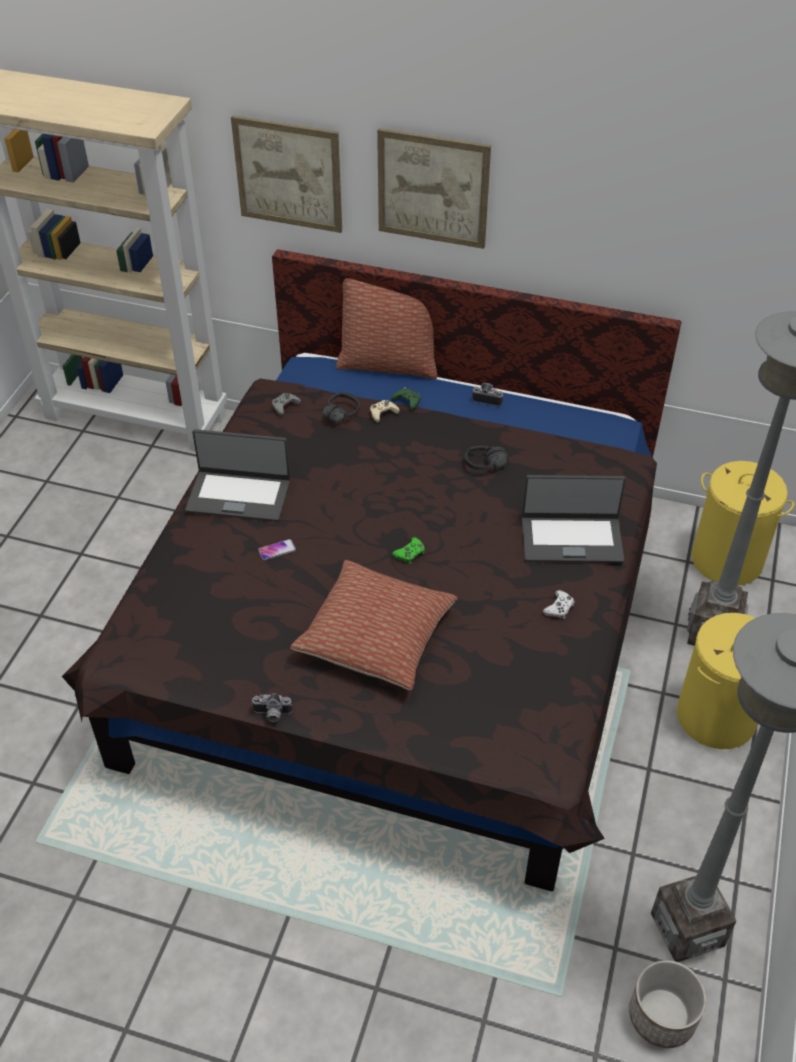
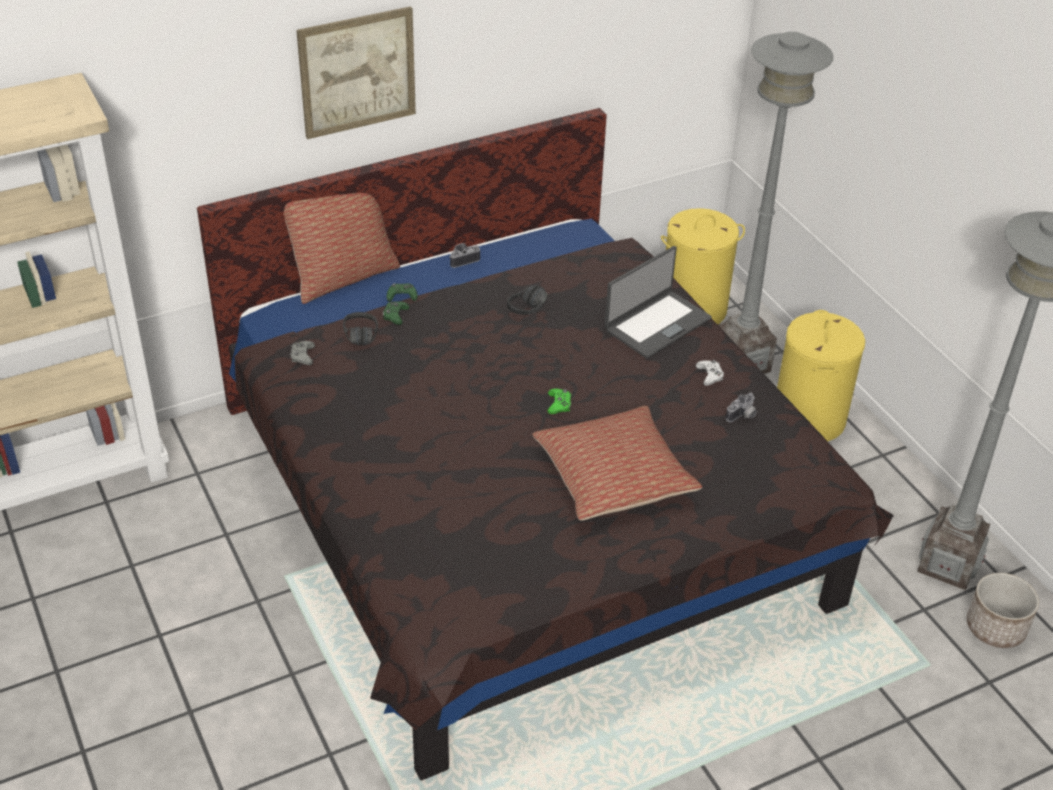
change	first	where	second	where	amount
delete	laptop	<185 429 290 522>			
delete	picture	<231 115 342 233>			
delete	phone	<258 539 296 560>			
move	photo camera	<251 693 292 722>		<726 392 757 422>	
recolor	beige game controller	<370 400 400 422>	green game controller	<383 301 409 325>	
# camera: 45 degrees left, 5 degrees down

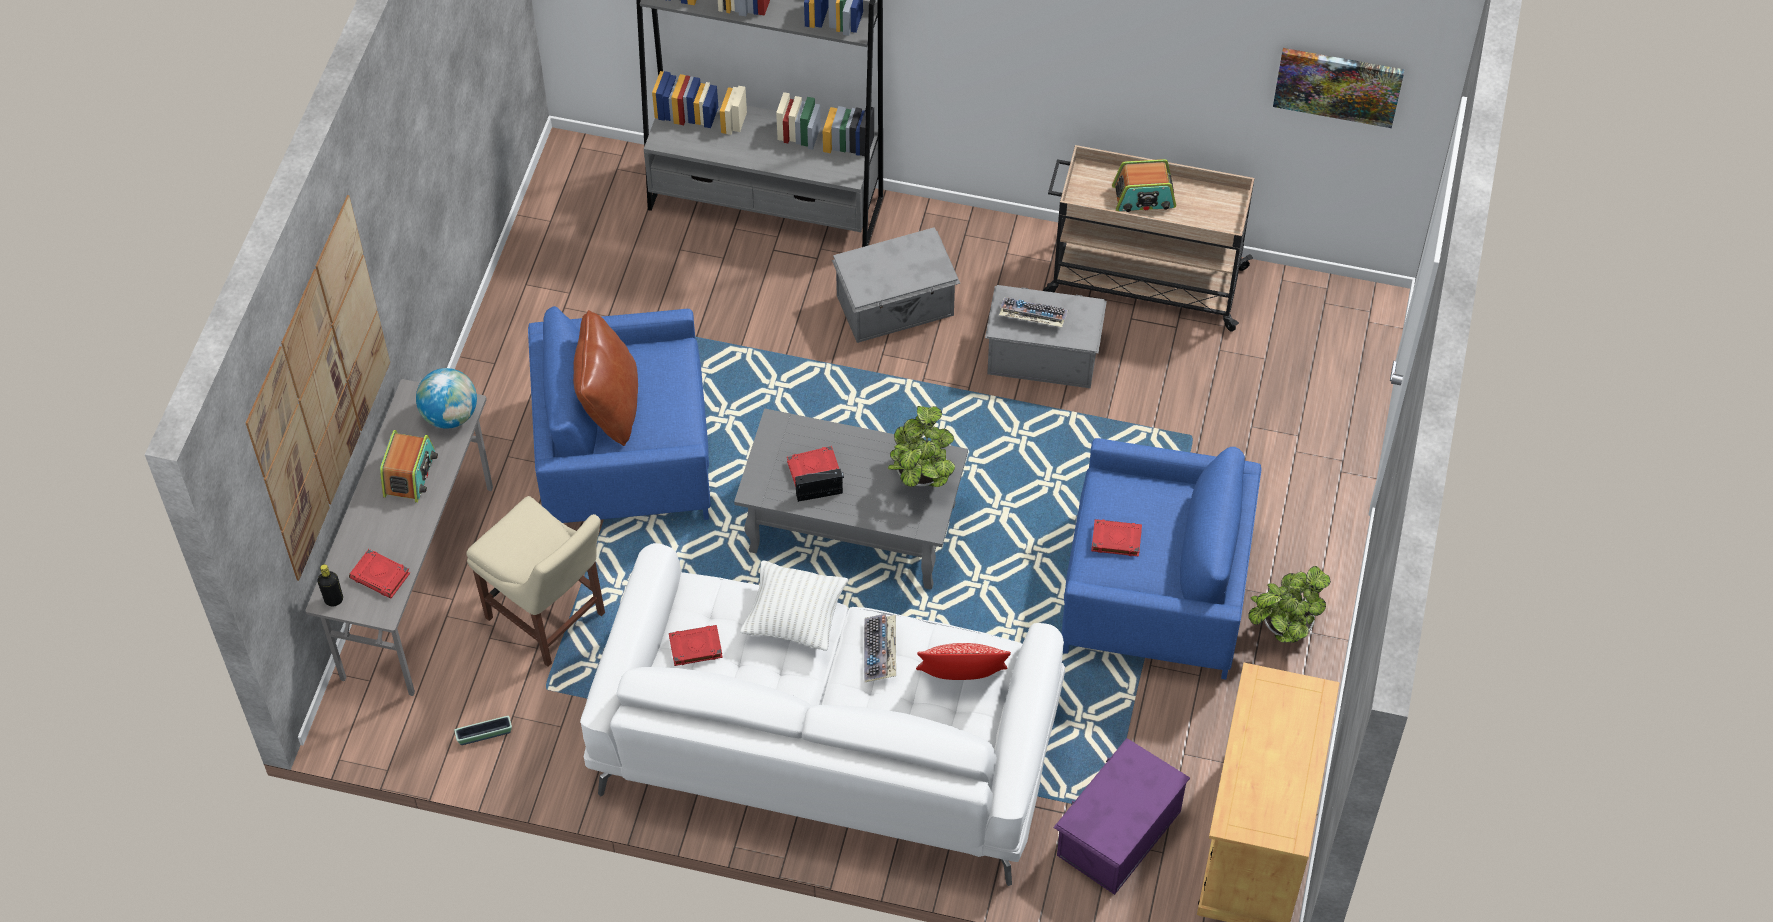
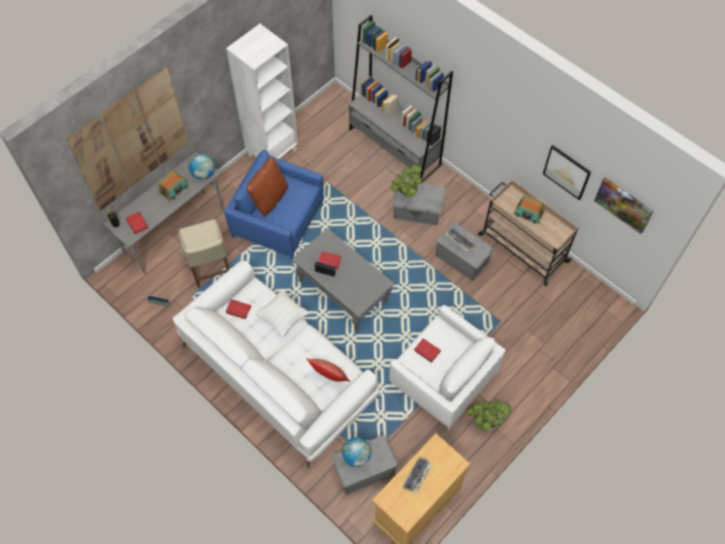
change	first	where	second	where	amount
insert			white bookcase	<226 24 298 159>	
insert			globe	<342 437 371 467>	
insert			picture	<543 145 591 200>	
move	keyboard	<864 614 896 682>		<402 457 433 494>	
move	potted plant	<888 406 955 487>		<391 164 422 198>	
recolor	purple storage box	<1053 738 1190 895>	grey storage box	<331 435 398 495>	
recolor	blue armchair	<1061 438 1261 679>	white armchair	<389 305 506 430>	
# camera: 30 degrees right, 5 degrees up

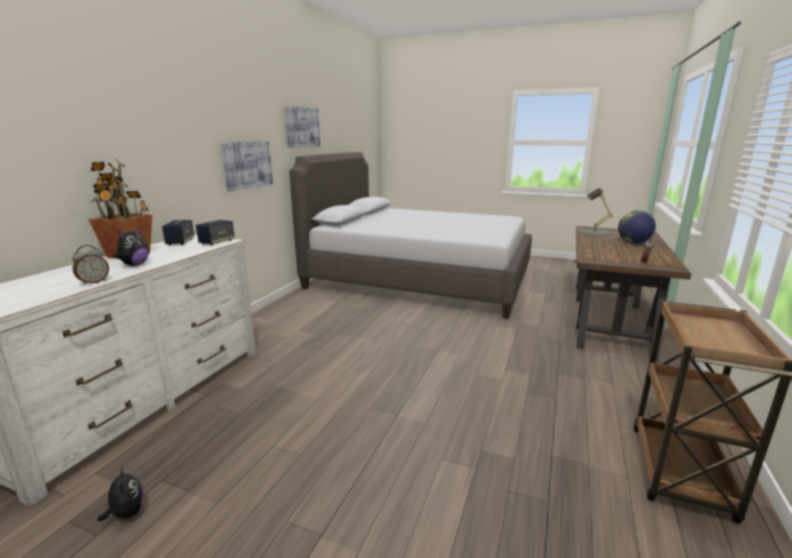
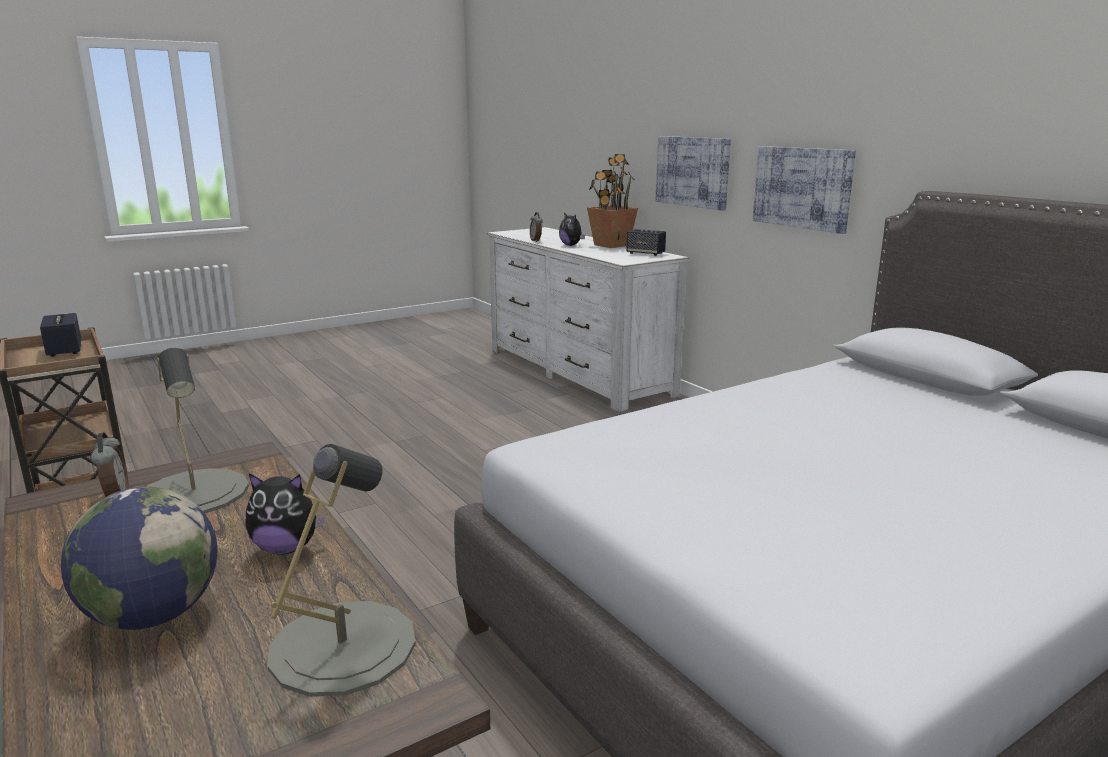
change	first	where	second	where	amount
insert			grey table lamp	<147 348 249 513>	
move	plush toy	<97 466 145 522>		<245 473 327 555>	
move	speaker	<196 220 235 245>		<40 313 81 357>	
move	picture	<284 106 320 148>		<656 136 731 211>	
# camera: 125 degrees right, 0 degrees up

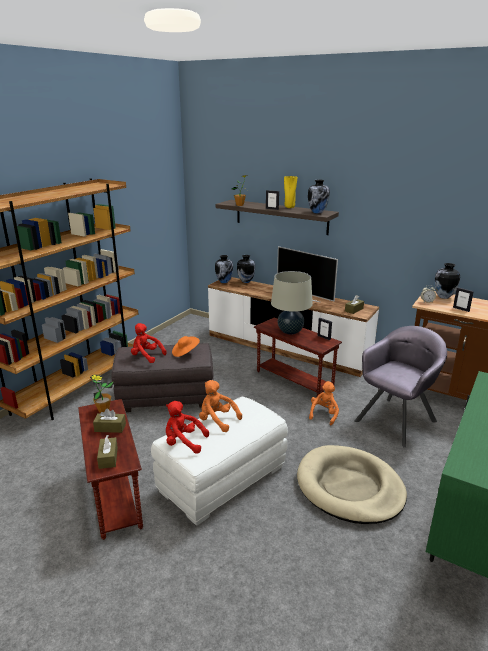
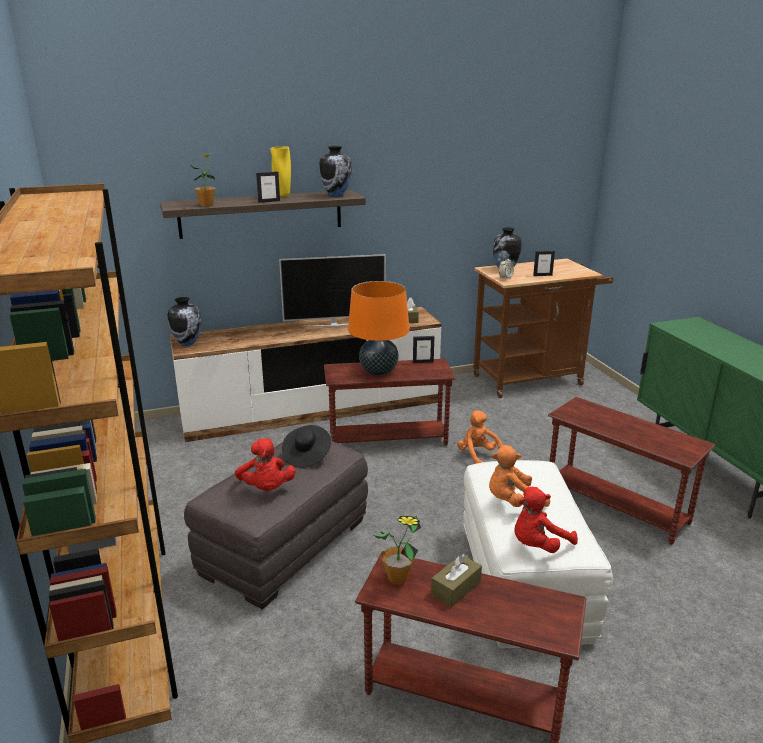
change	first	where	second	where	amount
delete	brown tissue box	<97 435 118 469>			
delete	vase	<237 255 255 283>			
delete	grey armchair	<355 326 447 448>			
replace	beige dog bed	<297 445 407 524>	brown side table	<548 397 715 544>	
recolor	orange hat	<172 336 200 357>	black hat	<282 425 331 468>	
recolor	beige table lamp	<271 271 313 335>	orange table lamp	<348 281 410 375>	
rotate	red plush toy	<131 323 167 363>		<235 438 296 491>	90 degrees counterclockwise
# camera: 50 degrees left, 0 degrees up

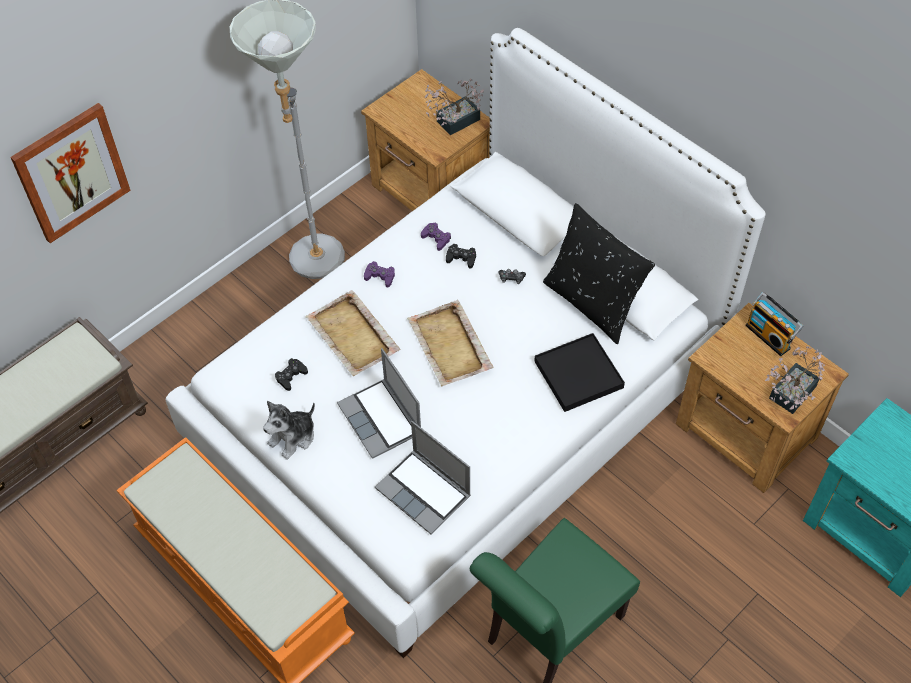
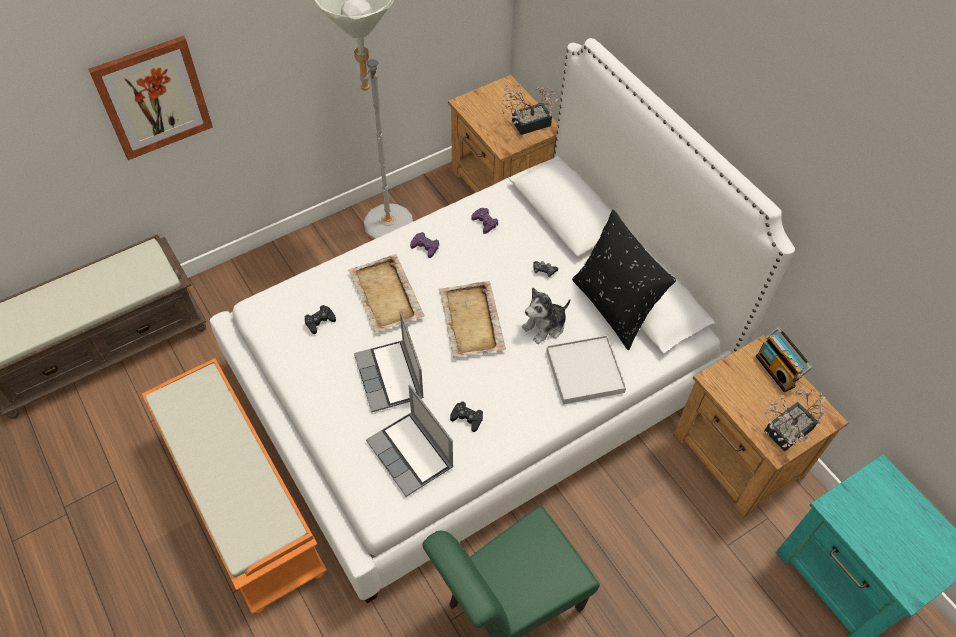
change	first	where	second	where	amount
move	plush toy	<263 401 315 460>		<522 287 571 344>	
move	black game controller	<446 244 476 268>		<450 401 483 432>	
recolor	black tray	<534 333 625 412>	white tray	<546 335 626 404>	
# camera: 10 degrees right, 0 degrees up

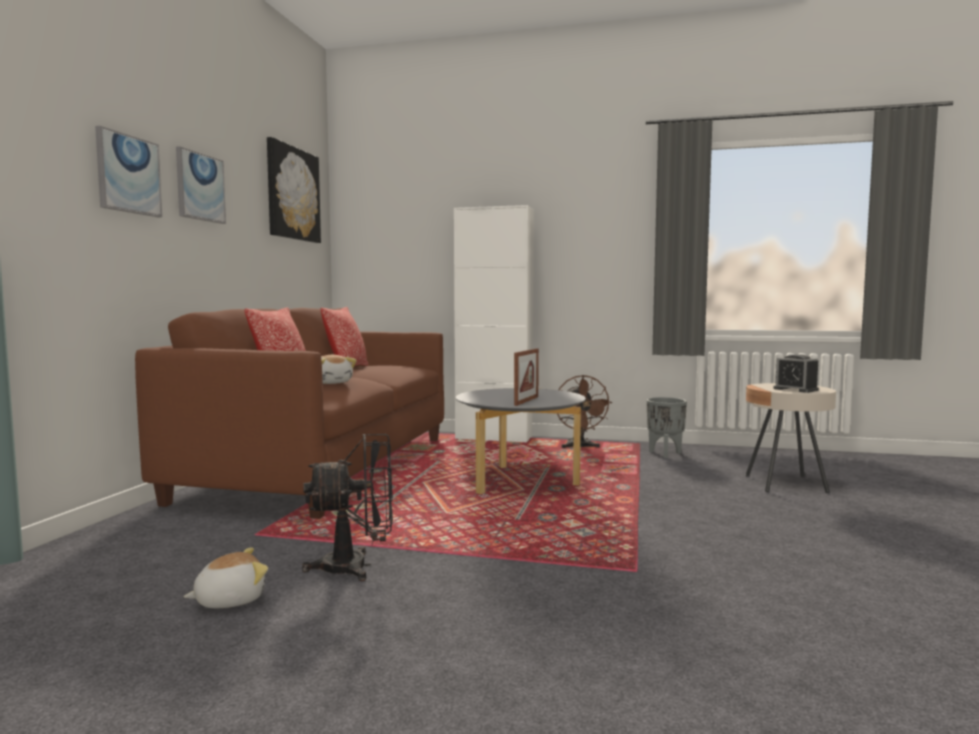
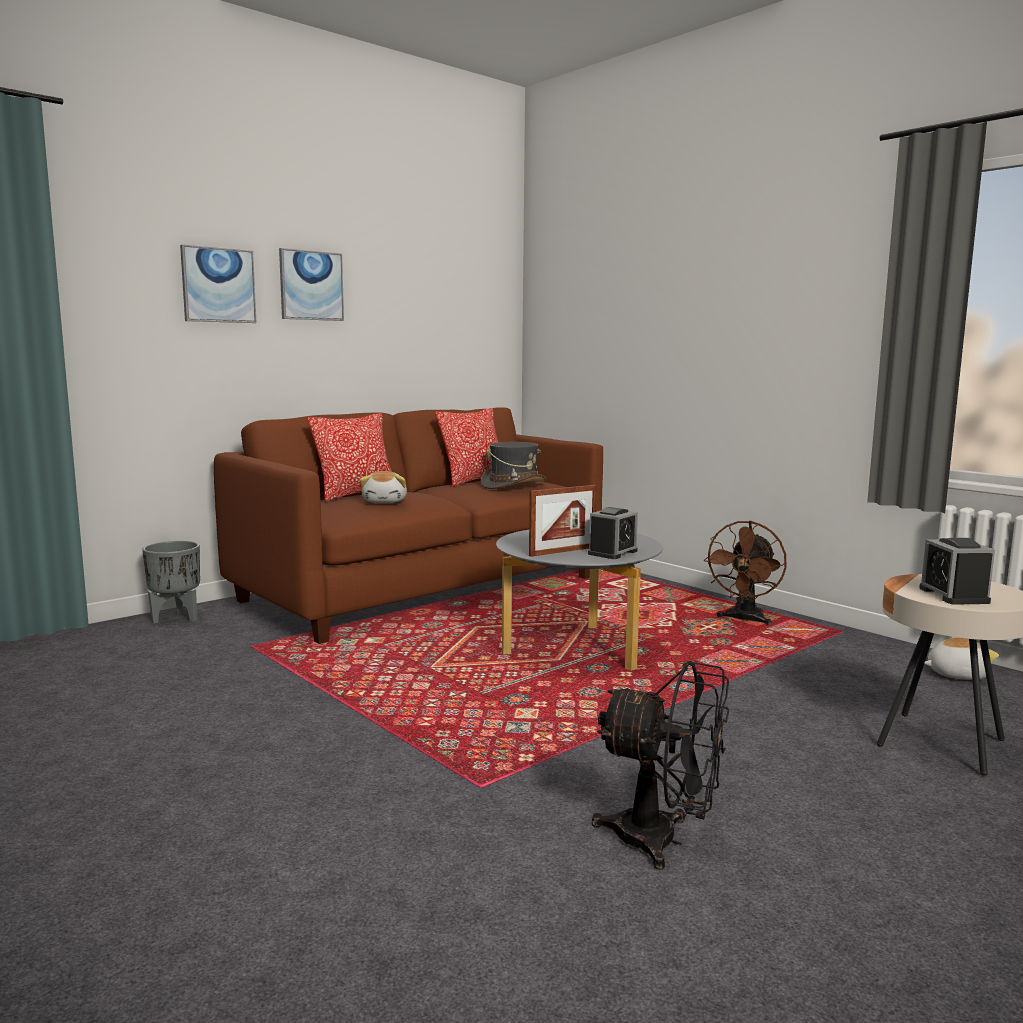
change	first	where	second	where	amount
delete	picture	<267 137 321 243>			
delete	white cabinet	<454 205 534 442>			
insert			grey hat	<480 442 547 489>	
insert			alarm clock	<588 507 638 559>	
move	plush toy	<184 547 268 608>		<924 638 999 680>	
move	black fan	<302 434 393 581>		<592 661 729 870>	
move	grey planter	<647 397 687 458>		<142 541 200 624>	
# camera: 35 degrees right, 5 degrees up

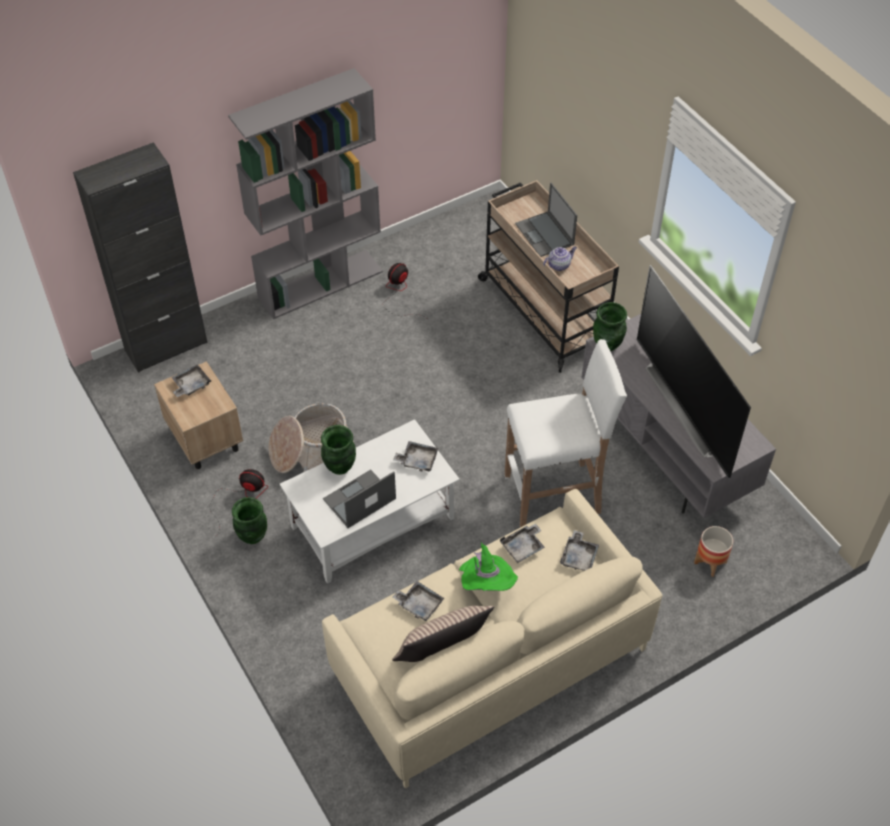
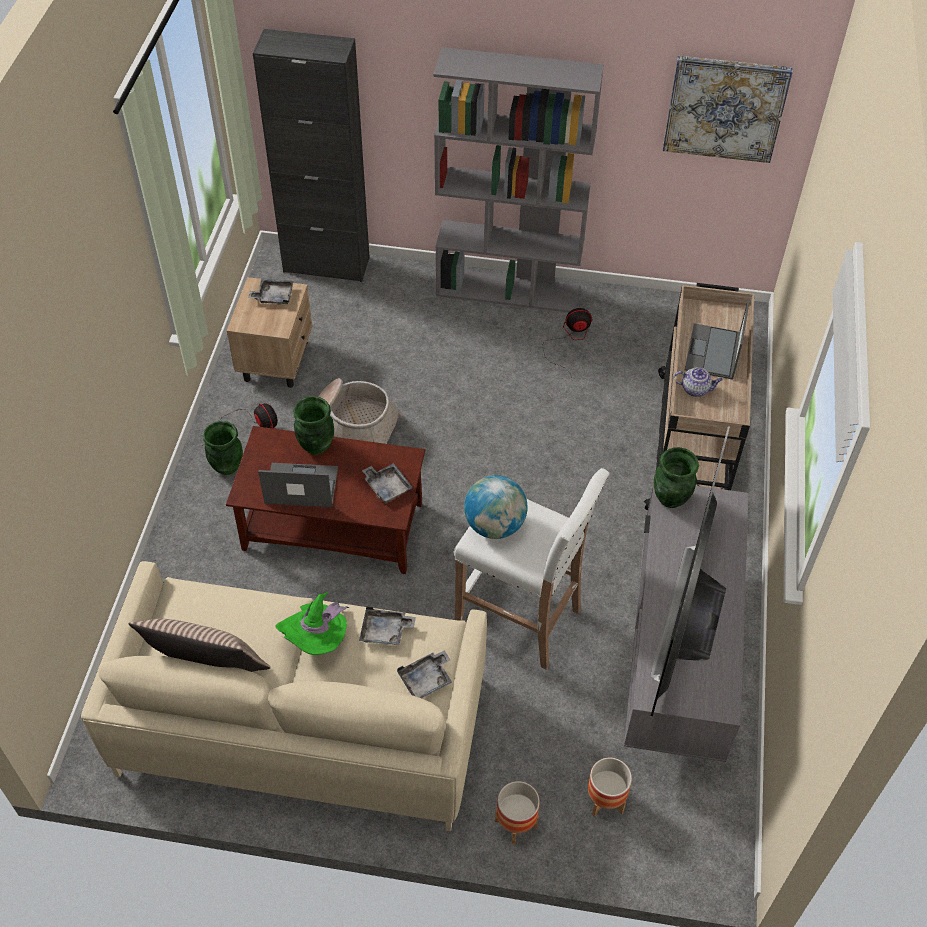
change	first	where	second	where	amount
delete	grey tray	<393 581 444 621>			
insert			globe	<464 475 528 539>	
insert			planter	<495 781 540 844>	
insert			picture	<663 56 793 163>	
recolor	white coffee table	<280 419 460 584>	brown coffee table	<226 426 425 574>	
# camera: 40 degrees right, 0 degrees up

